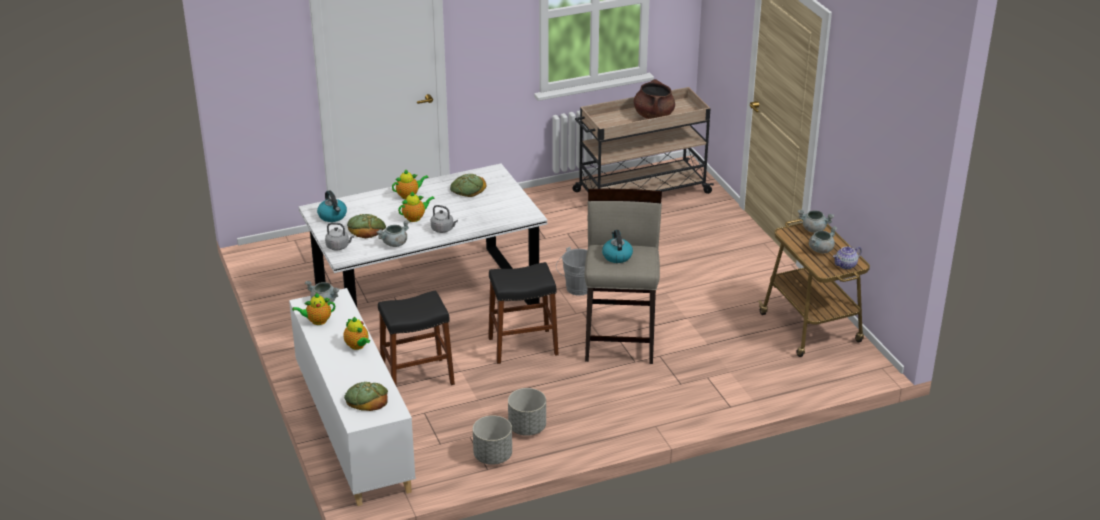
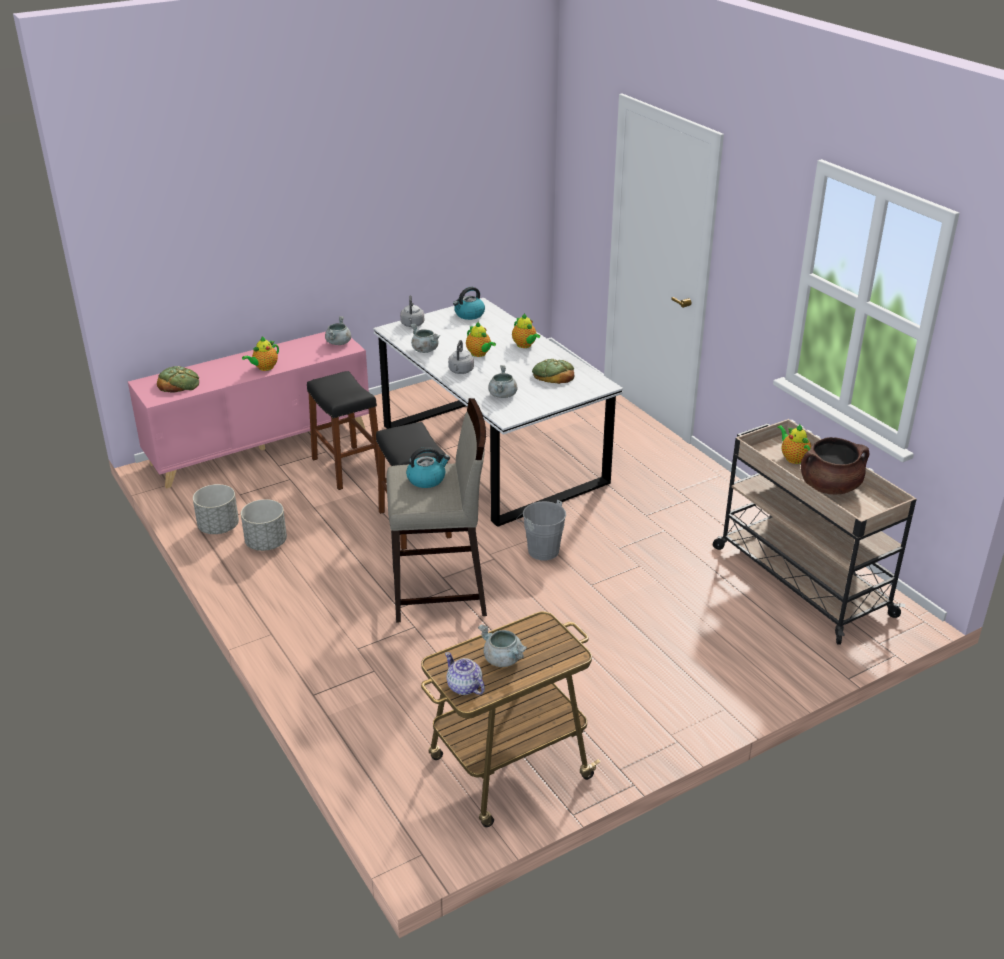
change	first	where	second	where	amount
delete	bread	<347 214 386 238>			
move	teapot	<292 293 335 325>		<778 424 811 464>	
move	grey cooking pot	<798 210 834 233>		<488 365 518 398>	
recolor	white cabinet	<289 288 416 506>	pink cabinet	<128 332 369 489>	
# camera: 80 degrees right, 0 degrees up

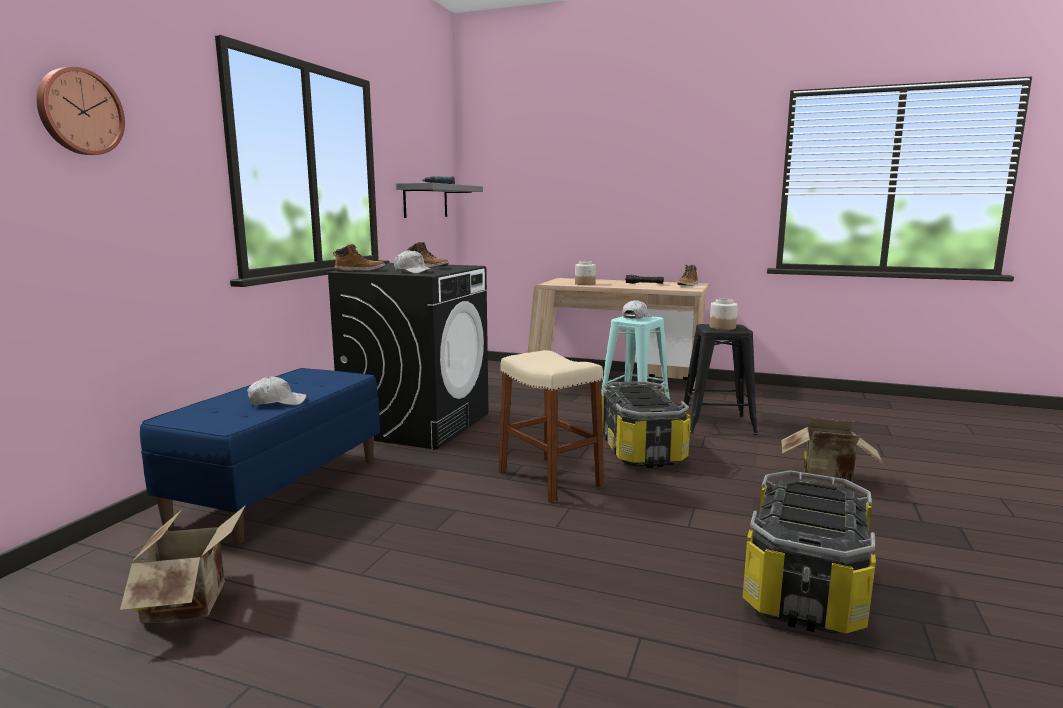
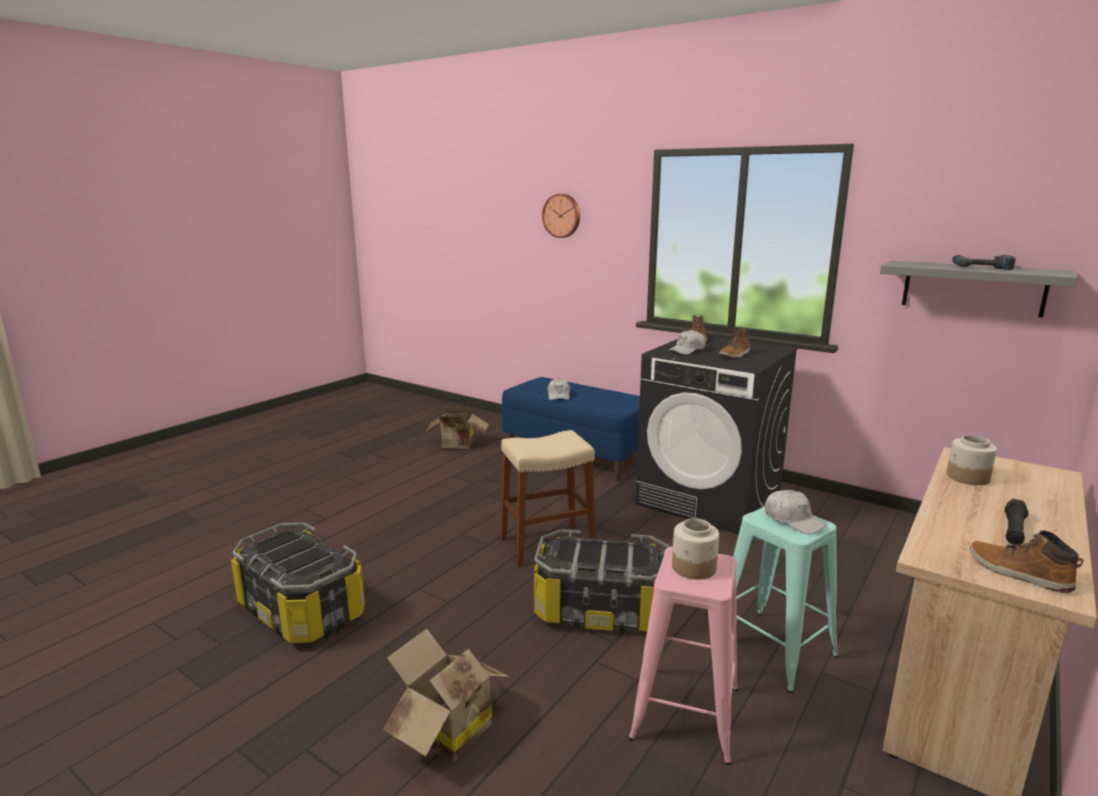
change	first	where	second	where	amount
recolor	black stool	<683 324 758 435>	pink stool	<628 547 739 765>	
# camera: 105 degrees right, 5 degrees up

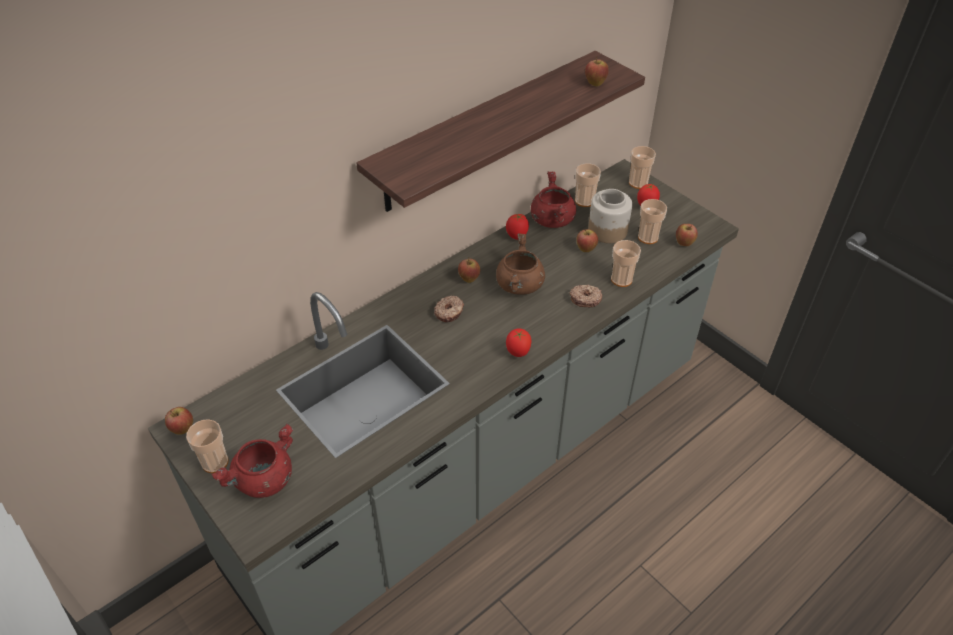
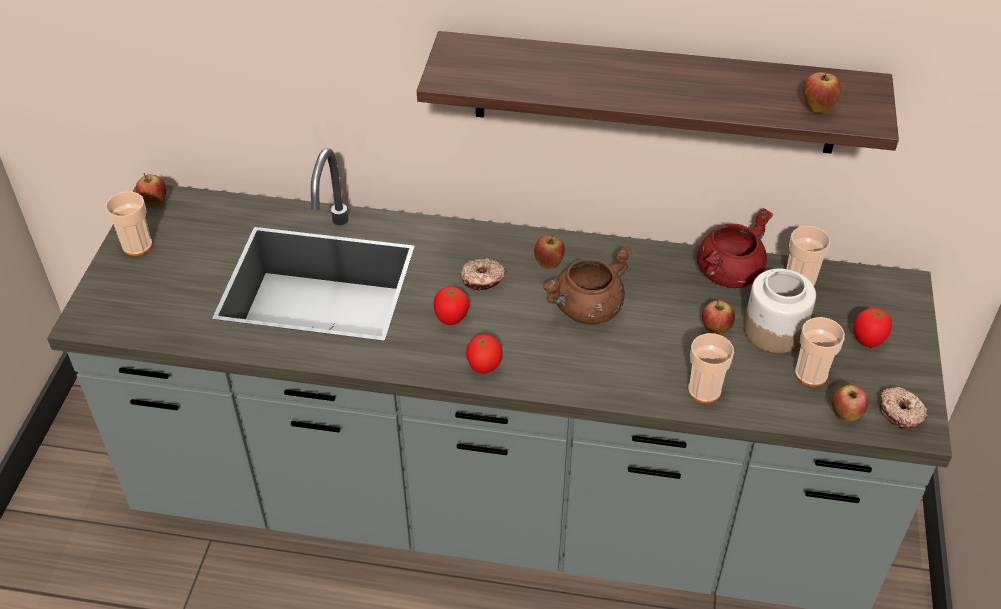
change	first	where	second	where	amount
delete	red cooking pot	<211 424 293 498>			
delete	cup	<629 146 656 189>			
move	tomato	<506 214 529 240>		<434 287 470 325>	
move	donut	<570 285 602 307>		<879 387 928 429>	
# camera: 50 degrees right, 0 degrees up

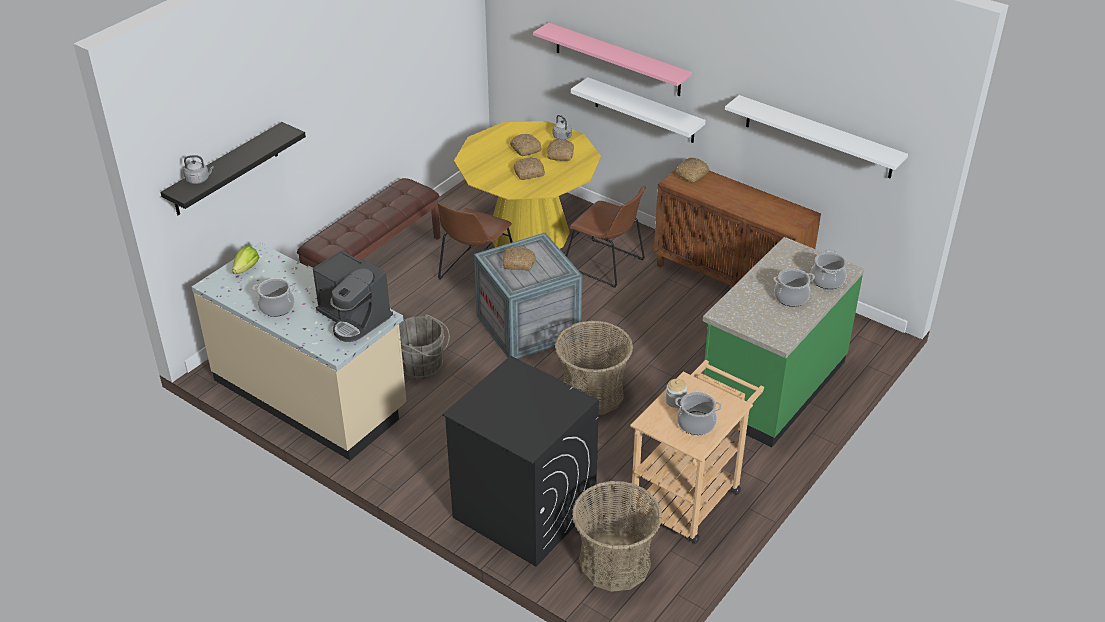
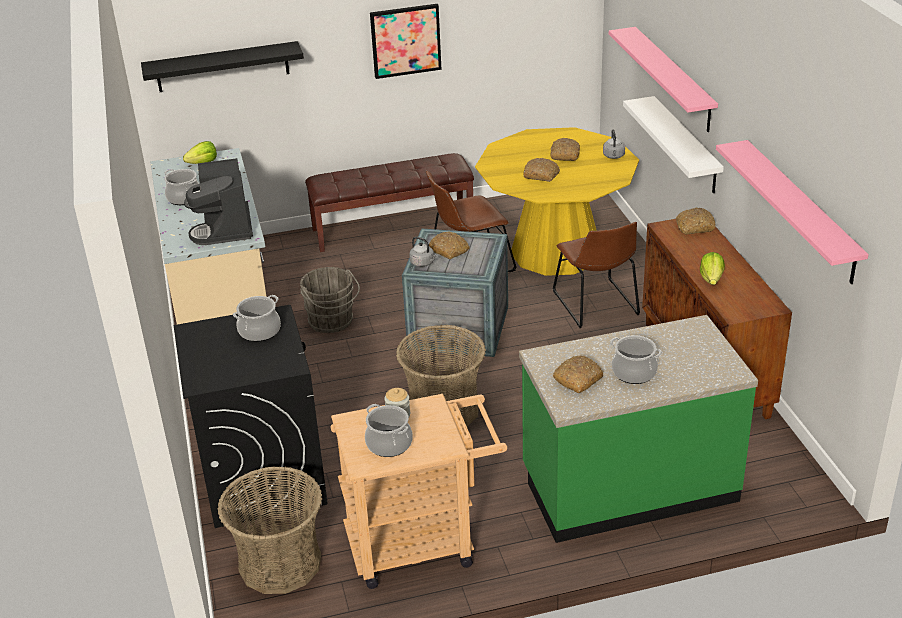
change	first	where	second	where	amount
insert			picture	<370 4 442 79>	
insert			lettuce	<700 252 725 285>	
move	grey kettle	<183 155 214 184>		<409 237 437 267>	
move	bread	<547 139 574 161>		<553 355 603 393>	
move	cooking pot	<811 249 847 289>		<233 295 281 342>	
recolor	white shelf	<725 95 908 179>	pink shelf	<716 140 869 284>	
# camera: 40 degrees right, 5 degrees down

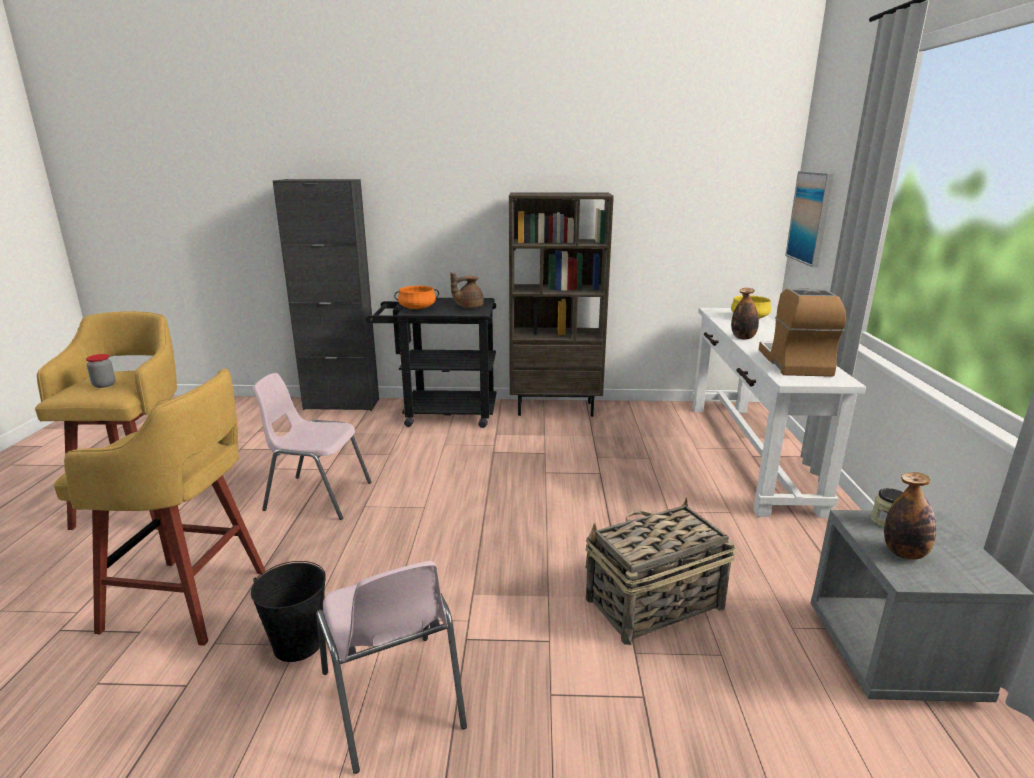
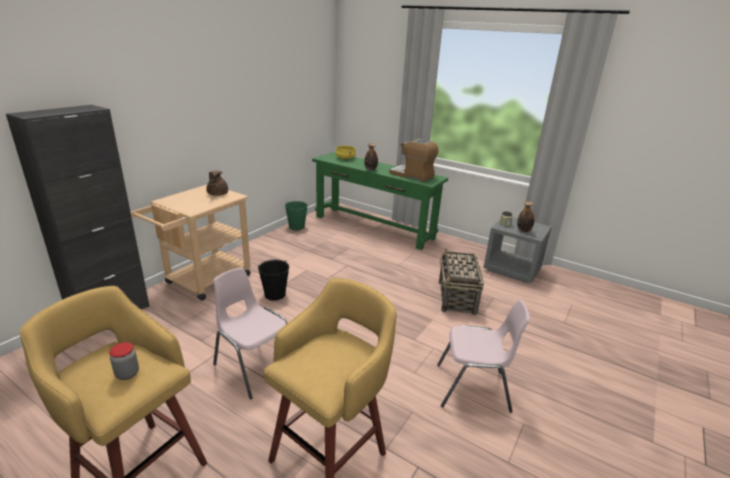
change	first	where	second	where	amount
delete	orange cooking pot	<394 286 439 309>			
delete	brown bookcase	<509 192 614 417>			
delete	picture	<785 171 834 267>			
insert			green bucket	<285 201 308 230>	
move	black bucket	<251 561 326 662>		<258 259 289 301>	
recolor	black cart	<366 298 497 428>	beige cart	<131 185 251 301>	
recolor	white console table	<692 308 866 518>	green console table	<312 152 448 250>	
rotate	pink chair	<253 373 371 520>		<213 268 287 400>	90 degrees clockwise
# camera: 60 degrees left, 5 degrees up

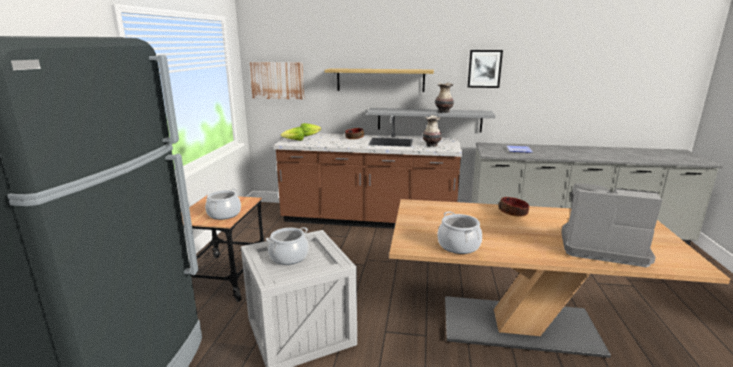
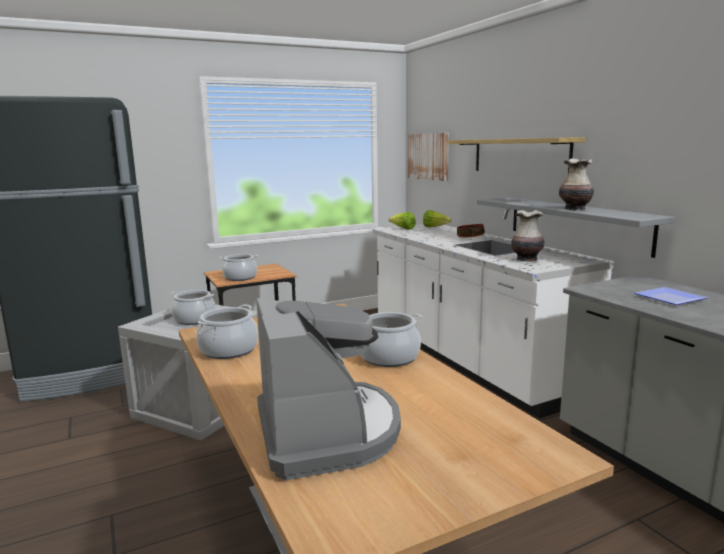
change	first	where	second	where	amount
delete	picture	<467 50 503 88>			
replace	bowl	<499 197 529 217>	cooking pot	<361 312 422 367>	
recolor	brown counter	<273 116 462 229>	white counter	<372 209 614 419>	
# camera: 55 degrees right, 5 degrees down

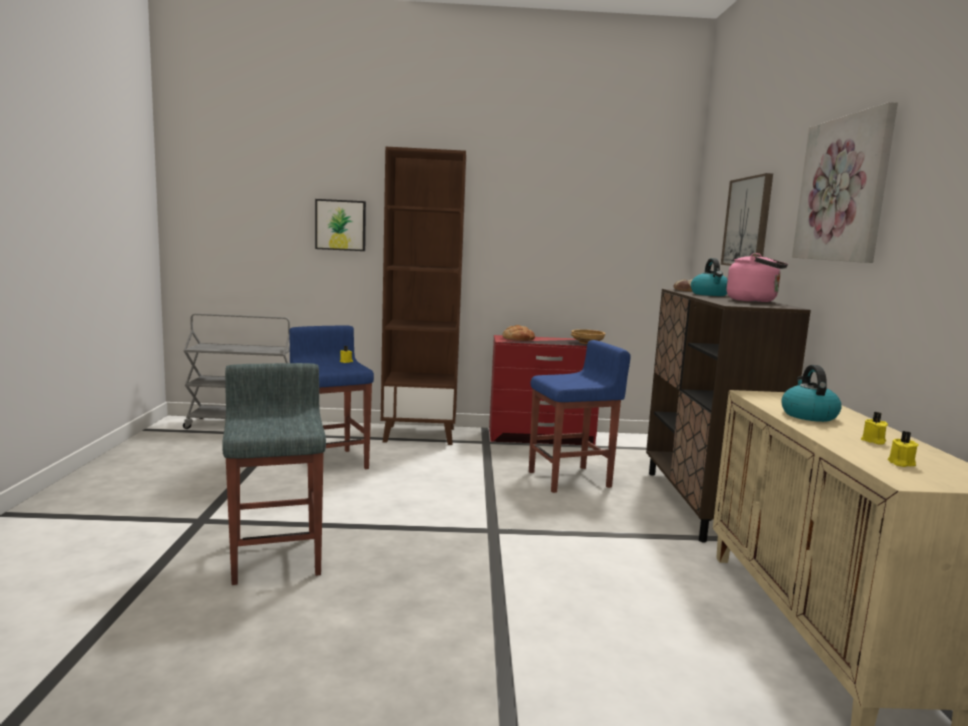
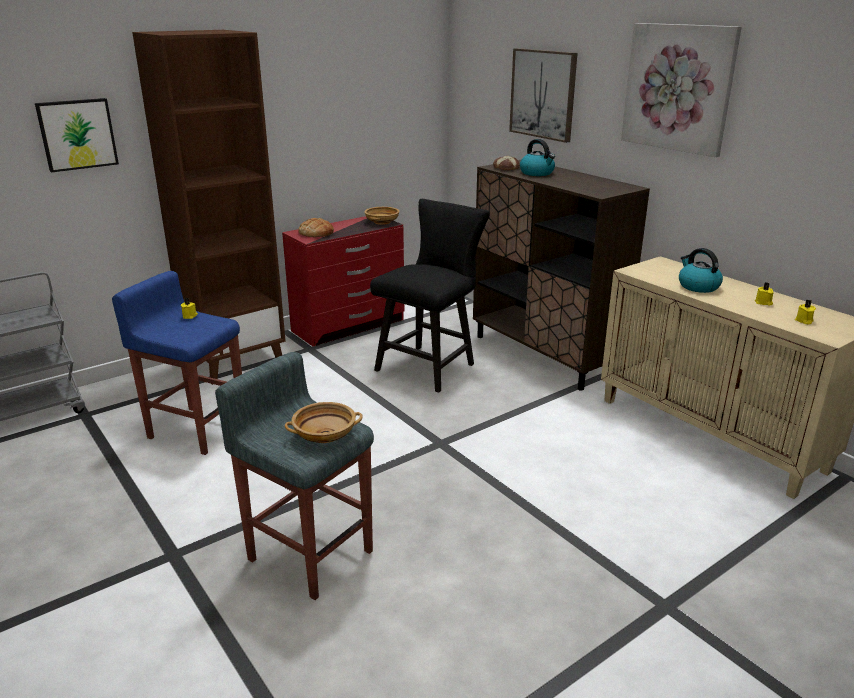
change	first	where	second	where	amount
delete	pink kettle	<726 253 788 302>			
insert			beige bowl	<285 402 363 443>	
replace	blue stool	<529 340 631 493>	black chair	<370 199 490 393>	
# camera: 35 degrees left, 15 degrees up

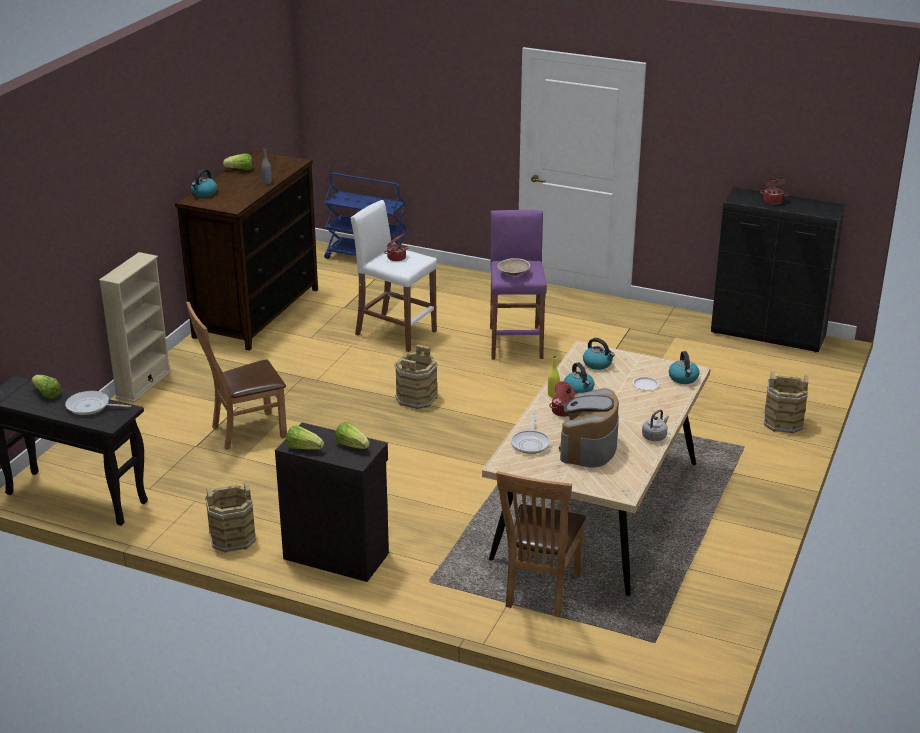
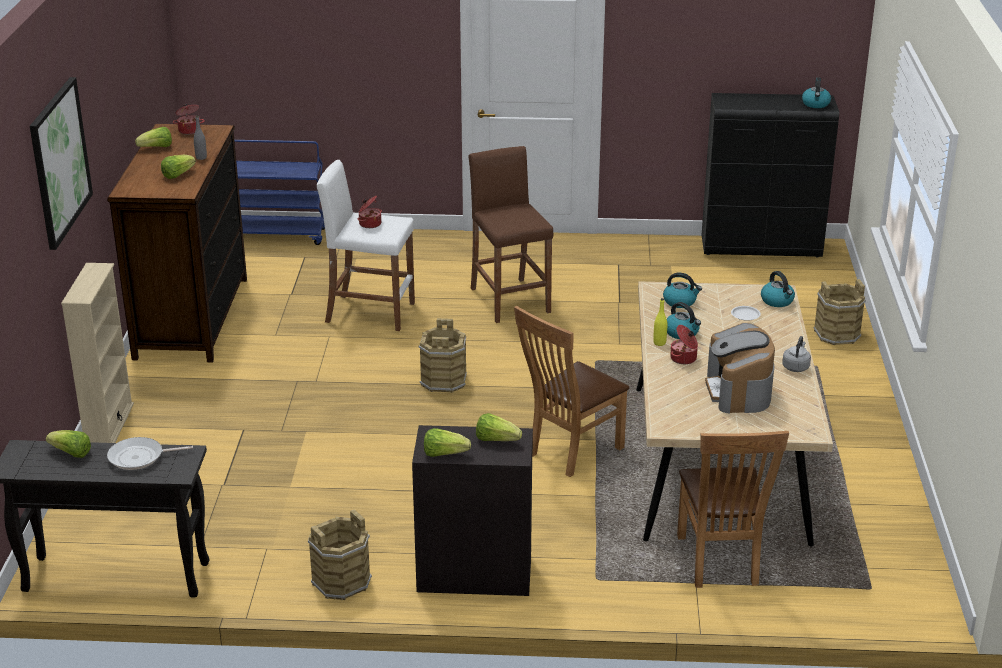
change	first	where	second	where	amount
delete	beige bowl	<497 258 530 276>			
delete	frying pan	<511 412 550 454>			
insert			picture	<30 77 93 250>	
insert			lettuce	<161 155 196 179>	
move	brown chair	<186 302 287 450>		<514 306 630 477>	
move	kettle	<191 169 217 197>		<802 77 831 108>	
move	cooking pot	<760 178 788 205>		<173 104 205 135>	
recolor	purple stool	<490 210 547 359>	brown stool	<469 146 553 323>	
# camera: 20 degrees left, 0 degrees up

